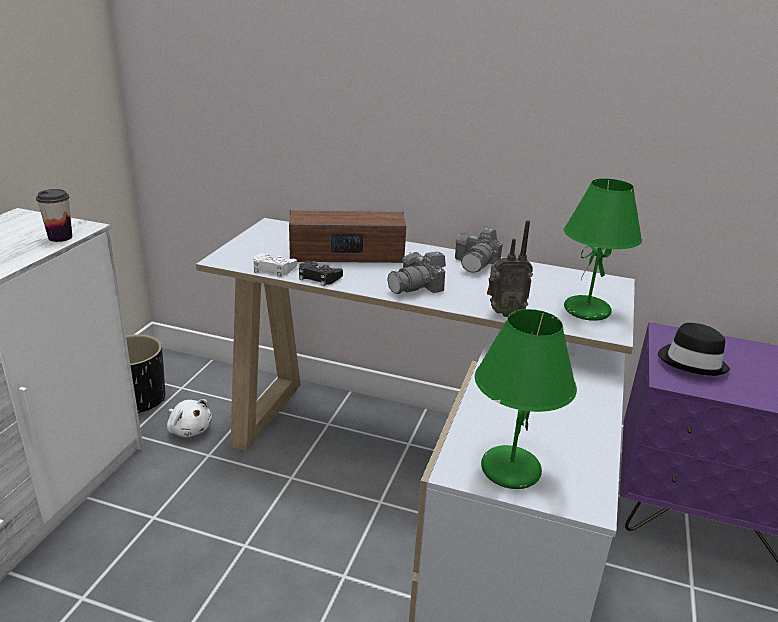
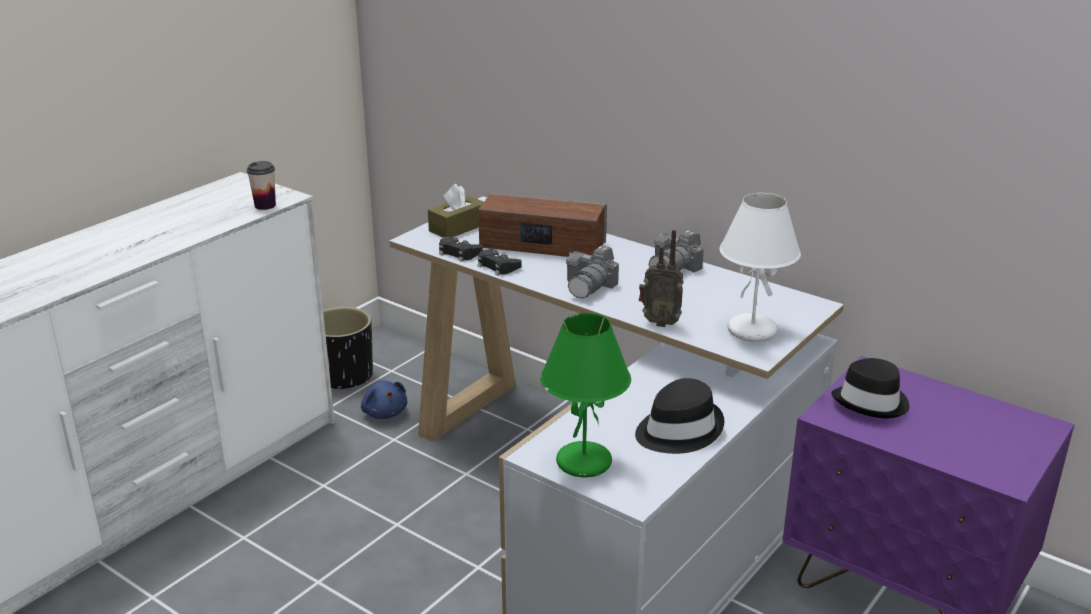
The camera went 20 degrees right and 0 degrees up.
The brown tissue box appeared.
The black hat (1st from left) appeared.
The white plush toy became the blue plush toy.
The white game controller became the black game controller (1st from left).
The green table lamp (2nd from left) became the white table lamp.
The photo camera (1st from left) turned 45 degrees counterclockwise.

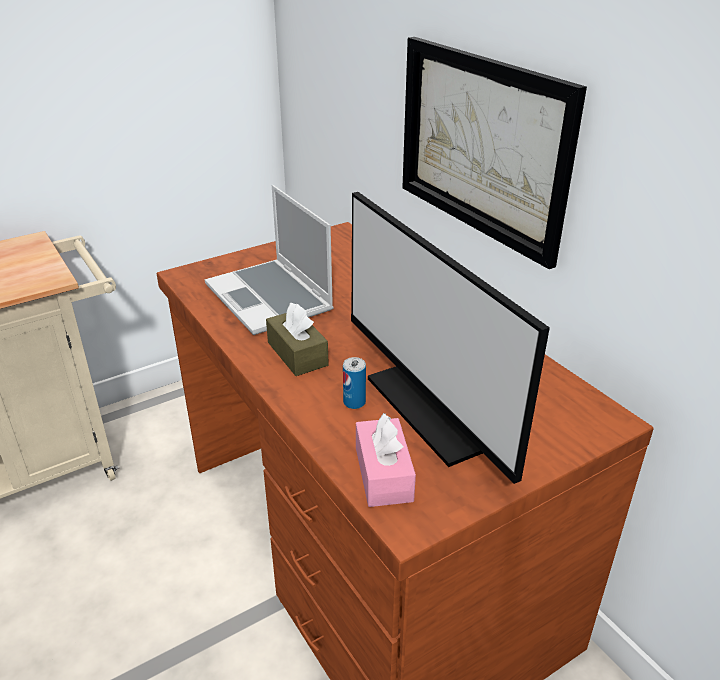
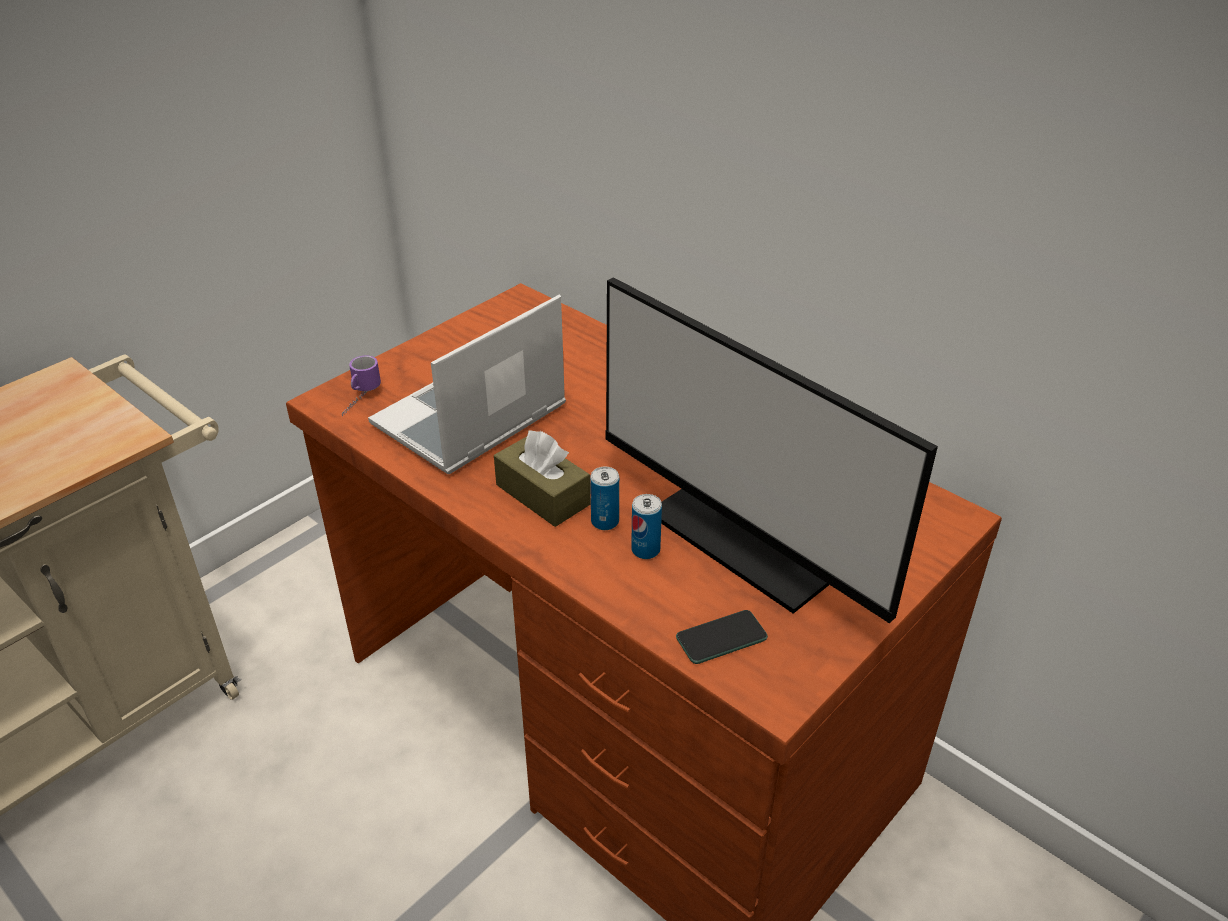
The camera went 15 degrees left and 5 degrees up.
The picture disappeared.
The mug appeared.
The can (1st from left) appeared.
The pink tissue box was replaced by the phone.
The laptop turned 90 degrees clockwise.

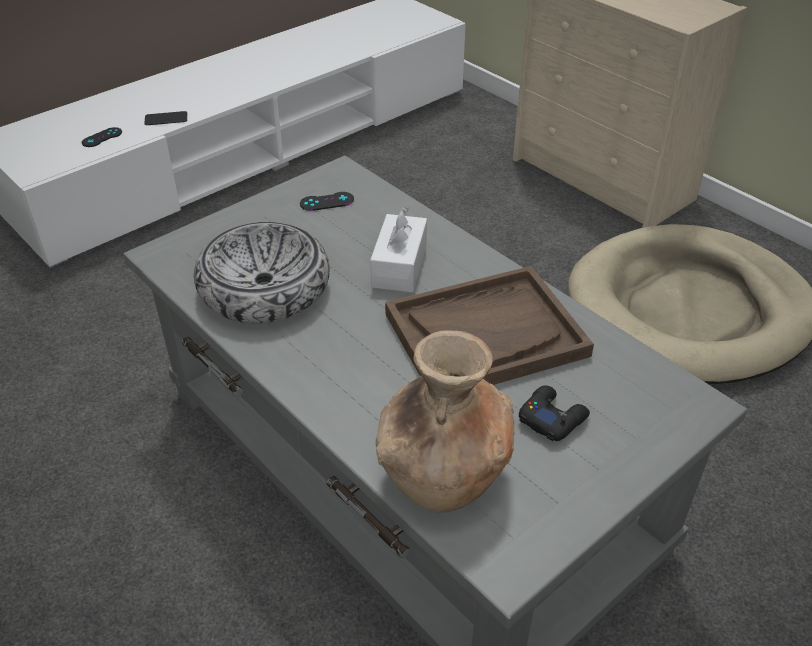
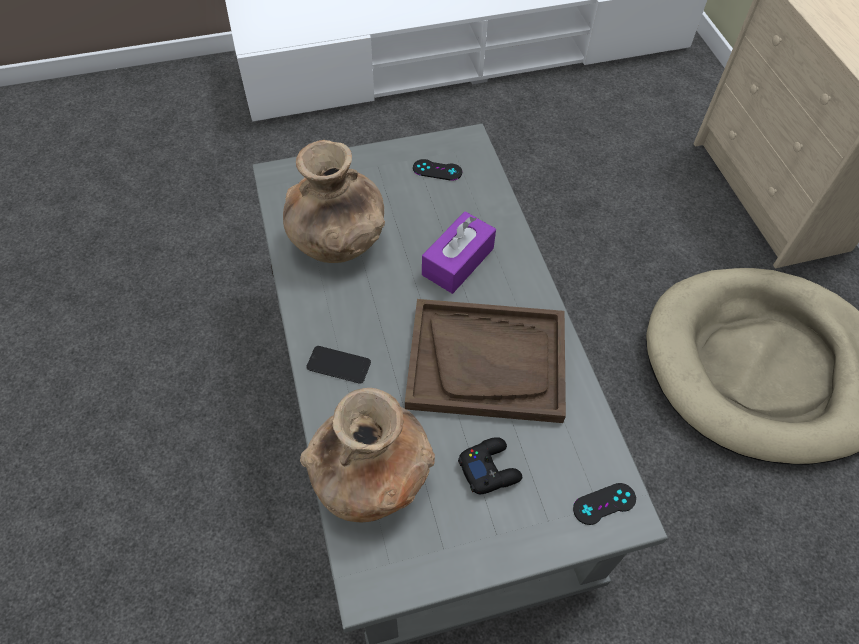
The camera went 25 degrees right and 15 degrees up.
The black game controller (1st from left in the first image) moved.
The phone moved.
The bowl was replaced by the brown vase (1st from left).
The white tissue box became the purple tissue box.

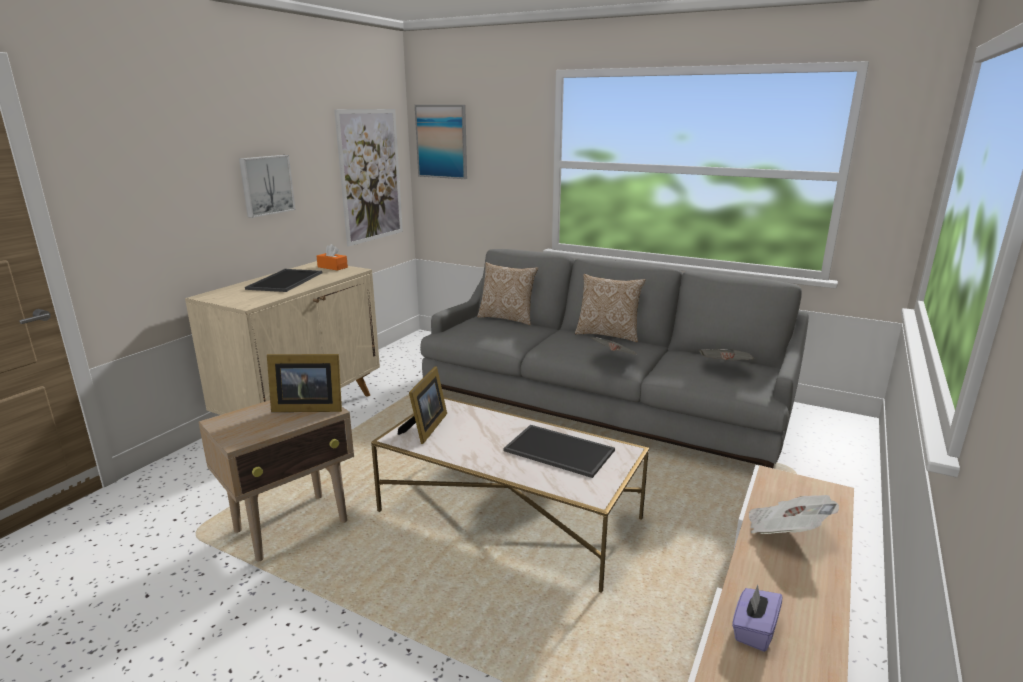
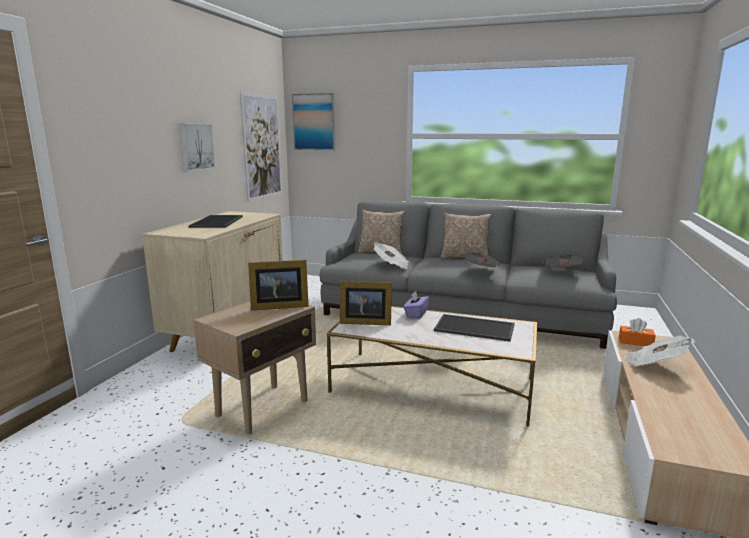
The camera went 10 degrees left and 5 degrees down.
The newspaper (1st from left) appeared.
The orange tissue box moved.
The purple tissue box moved.
The picture frame (2nd from left) turned 90 degrees clockwise.

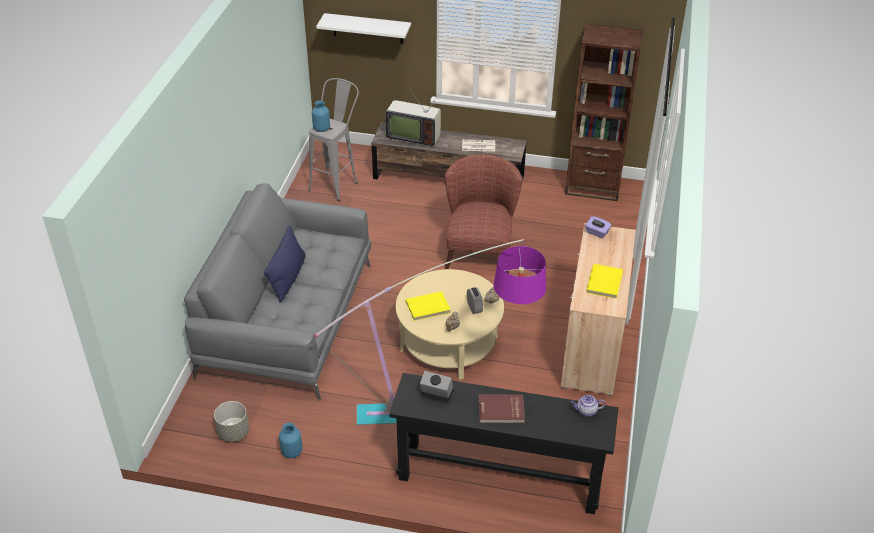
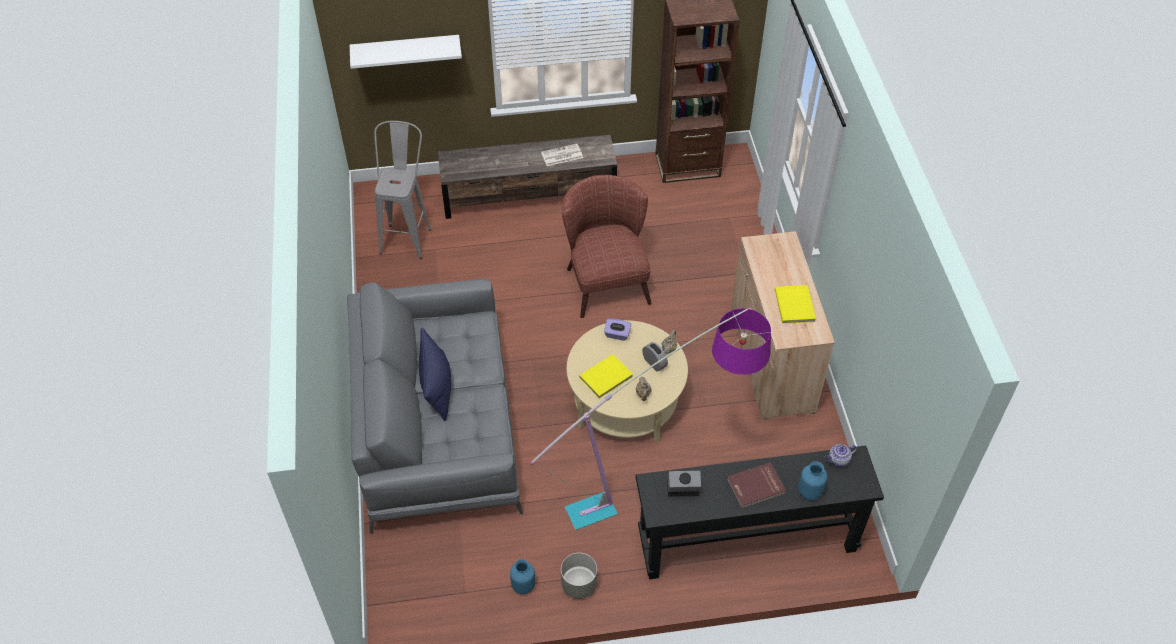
The camera went 20 degrees left and 10 degrees up.
The television disappeared.
The grey planter moved.
The blue vase (2nd from left) moved.
The purple tissue box moved.

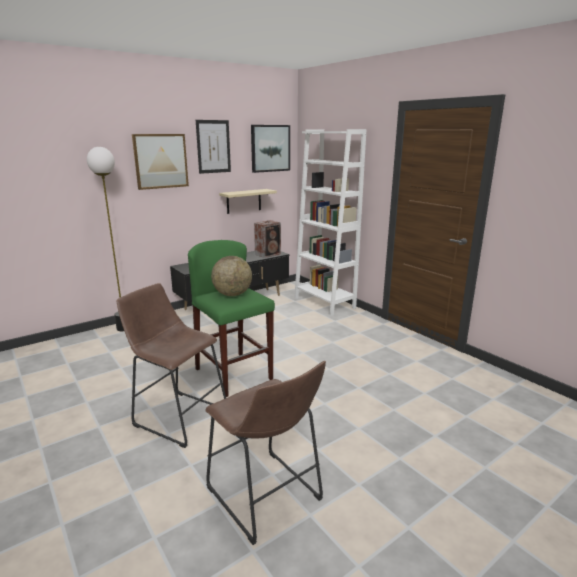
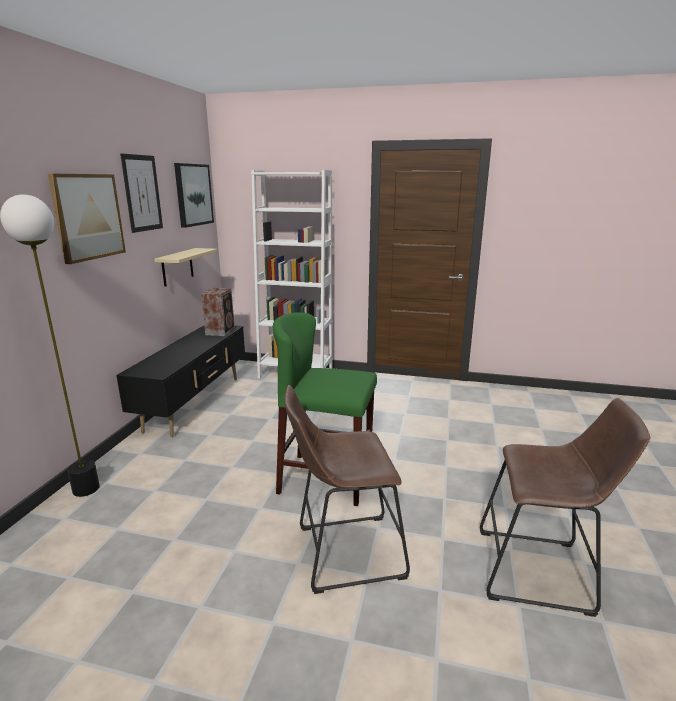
The camera went 40 degrees left and 0 degrees up.
The globe disappeared.

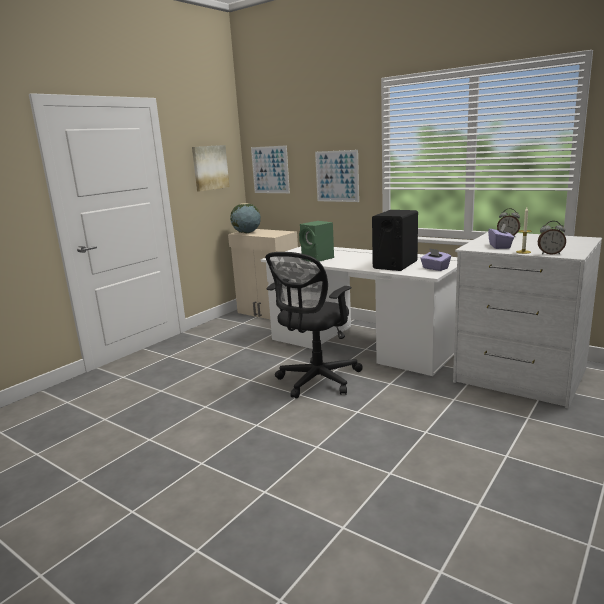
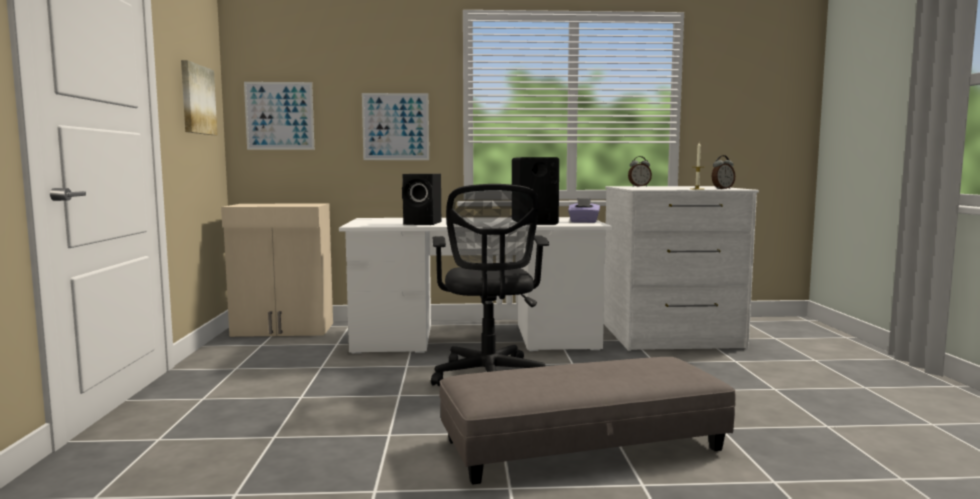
The camera went 40 degrees left and 10 degrees down.
The globe disappeared.
The purple tissue box (2nd from left) disappeared.
The grey ottoman appeared.
The green speaker became the black speaker (1st from left).

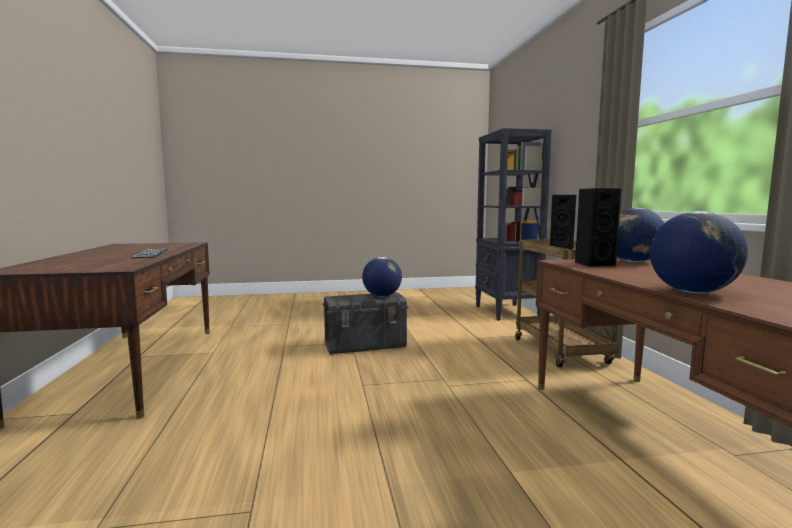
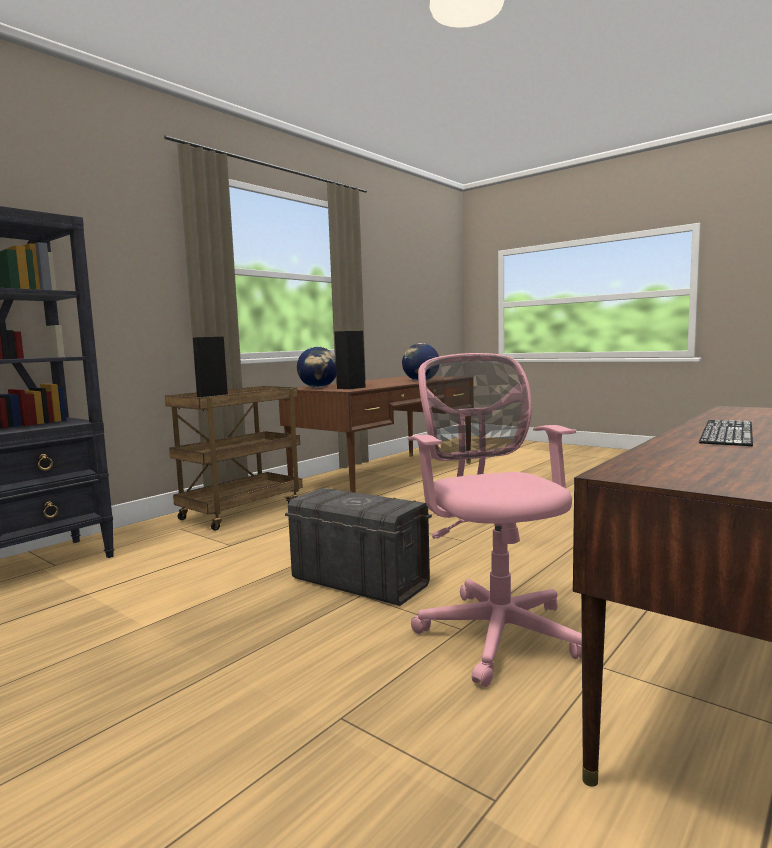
The camera went 130 degrees left and 0 degrees up.
The globe (1st from left) disappeared.
The pink office chair appeared.

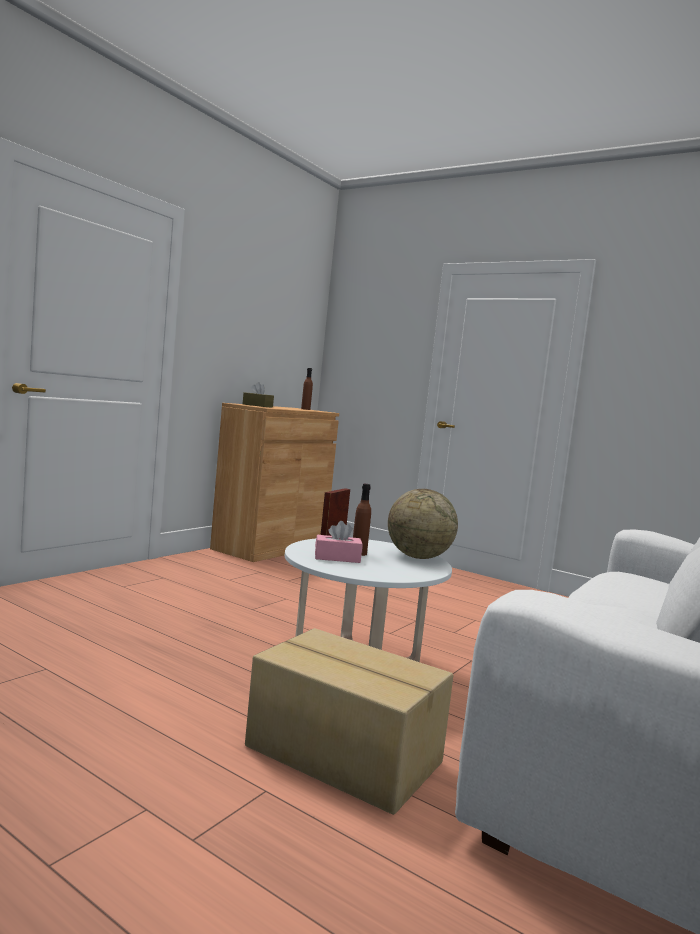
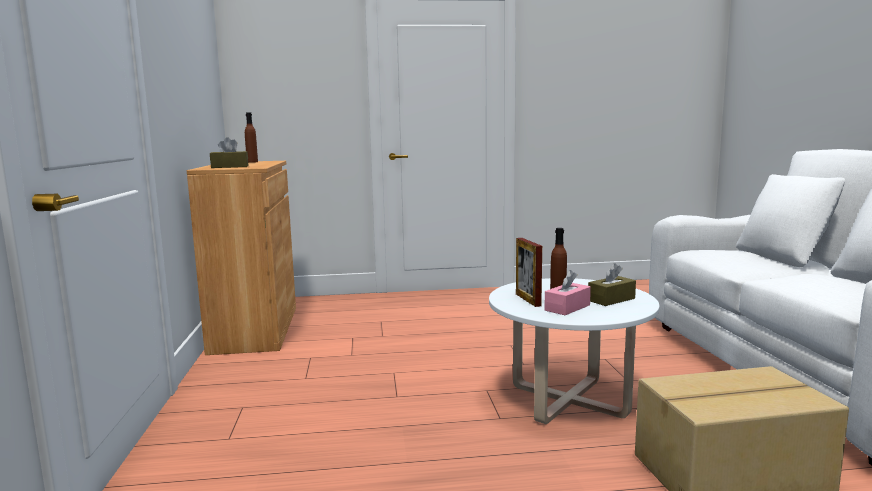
The camera went 40 degrees left and 5 degrees up.
The globe disappeared.
The brown tissue box (2nd from left) appeared.

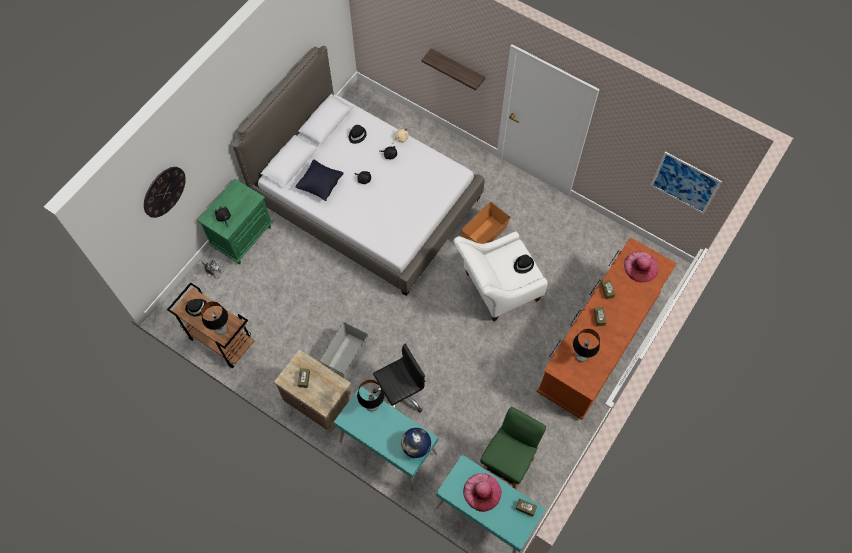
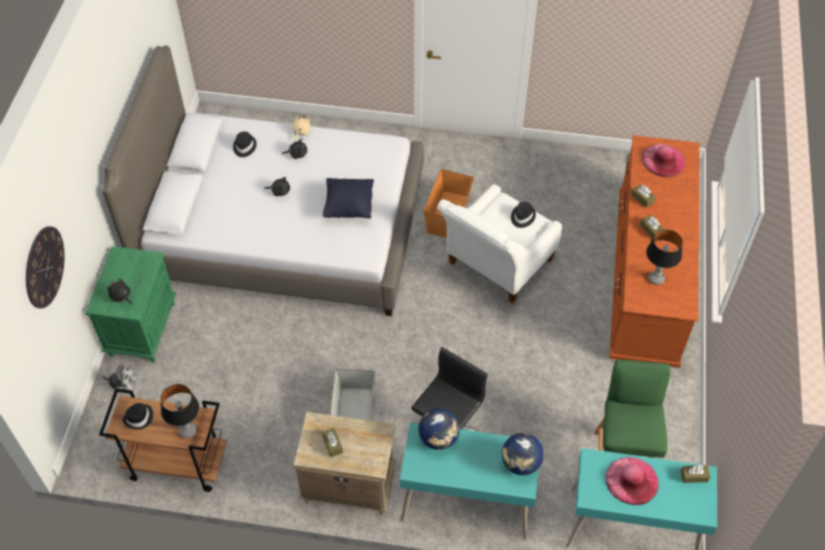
The camera went 25 degrees left and 10 degrees down.
The shelf disappeared.
The picture disappeared.
The black pillow moved.
The table lamp (2nd from left) was replaced by the globe (1st from left).

